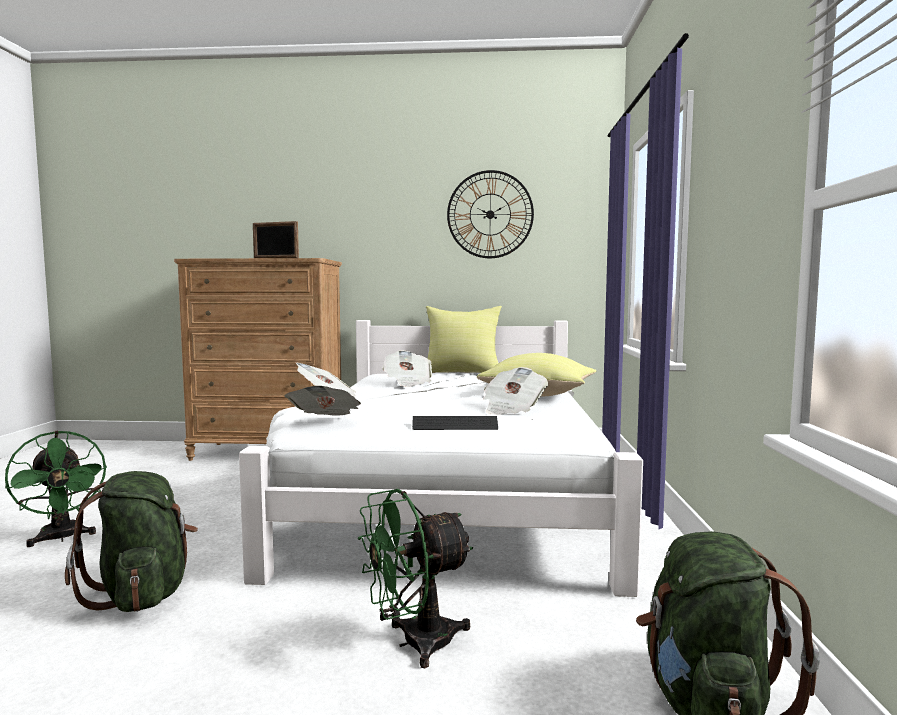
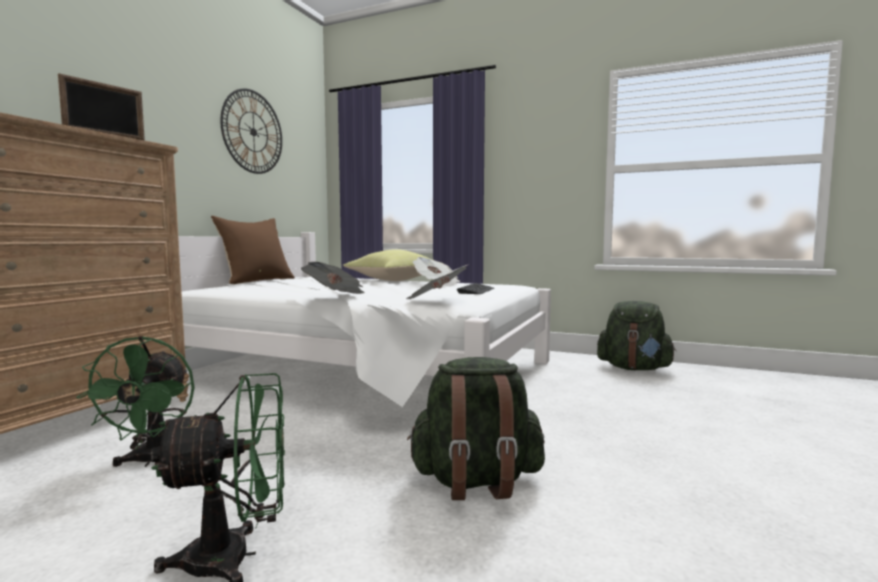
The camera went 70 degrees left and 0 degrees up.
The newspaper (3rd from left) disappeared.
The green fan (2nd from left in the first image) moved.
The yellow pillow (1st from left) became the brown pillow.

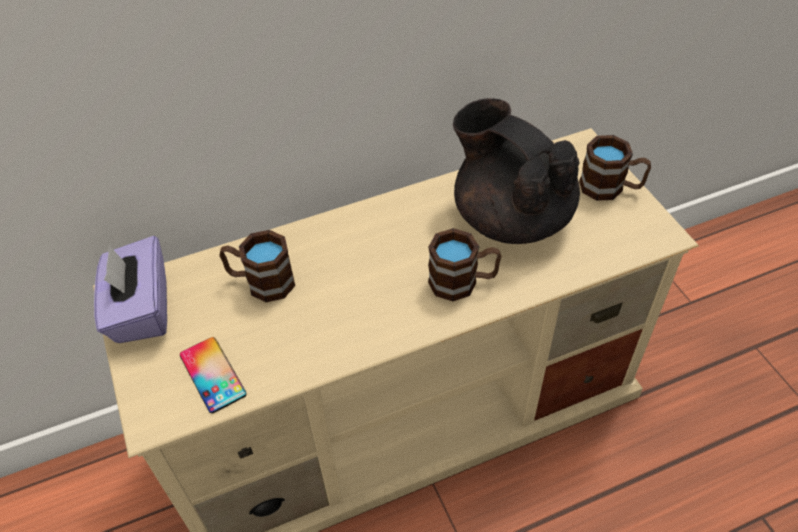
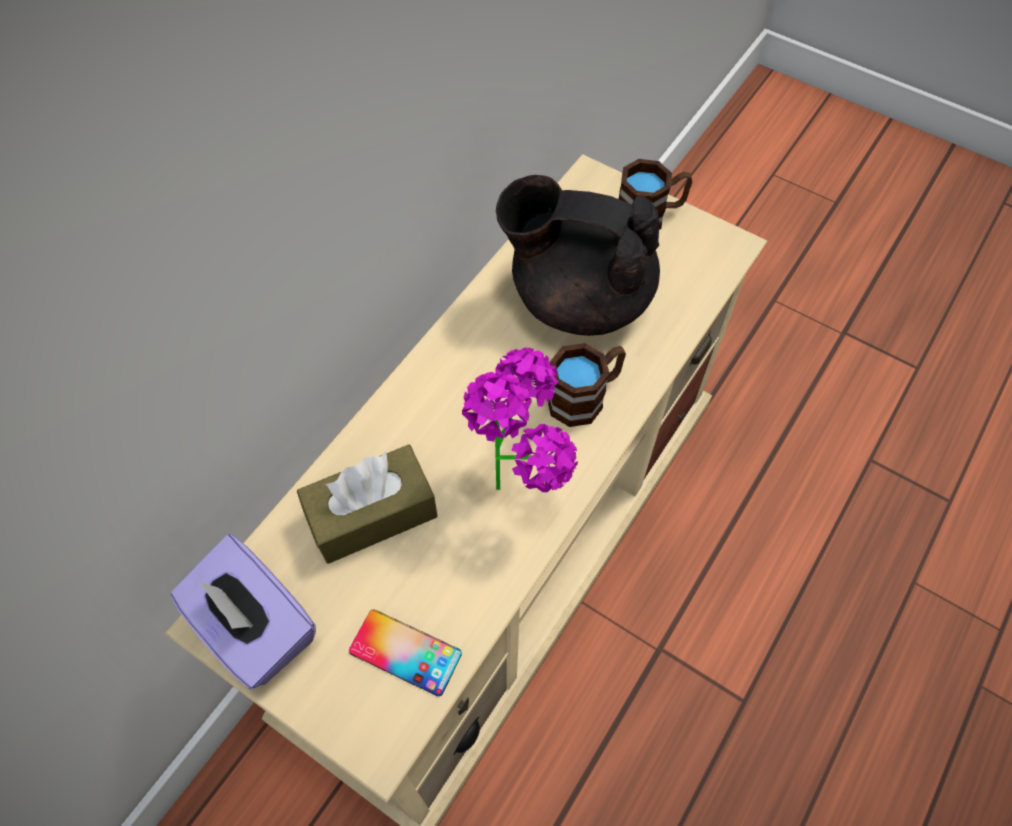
The camera went 35 degrees left and 10 degrees up.
The potted plant appeared.
The brown mug (1st from left) was replaced by the brown tissue box.

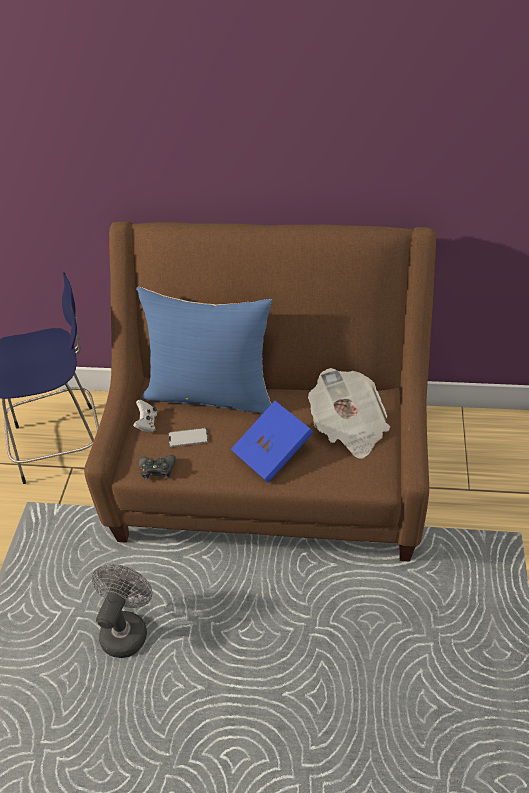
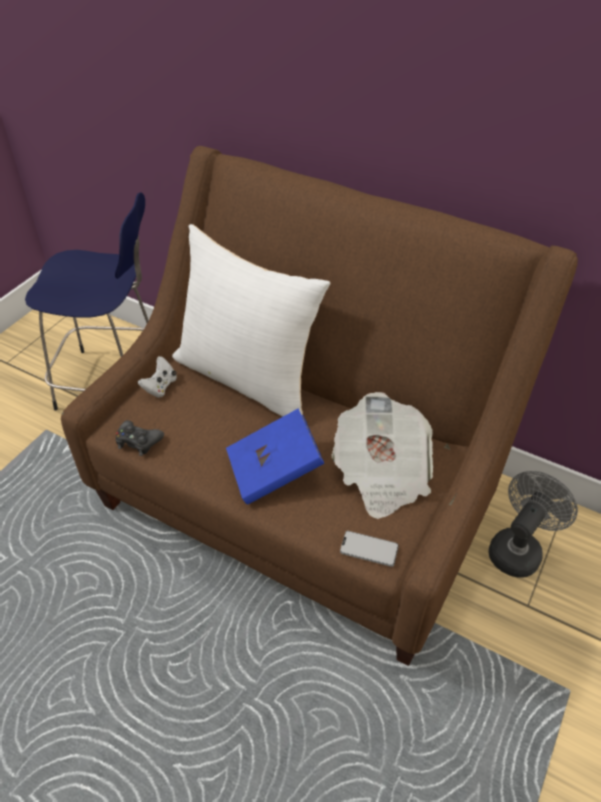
The camera went 20 degrees right and 0 degrees up.
The grey fan moved.
The phone moved.
The blue pillow became the white pillow.

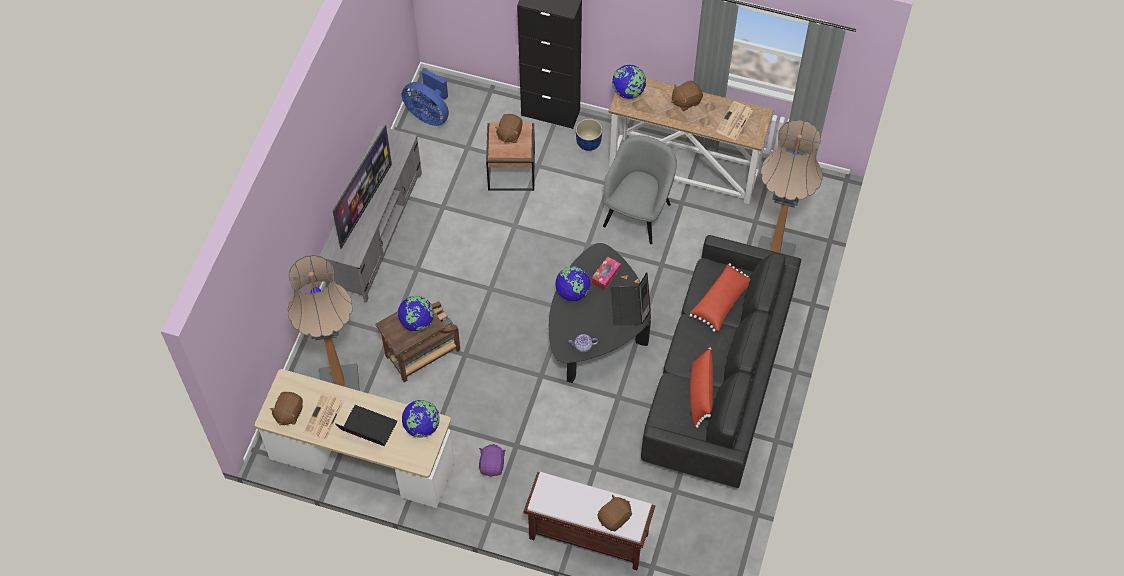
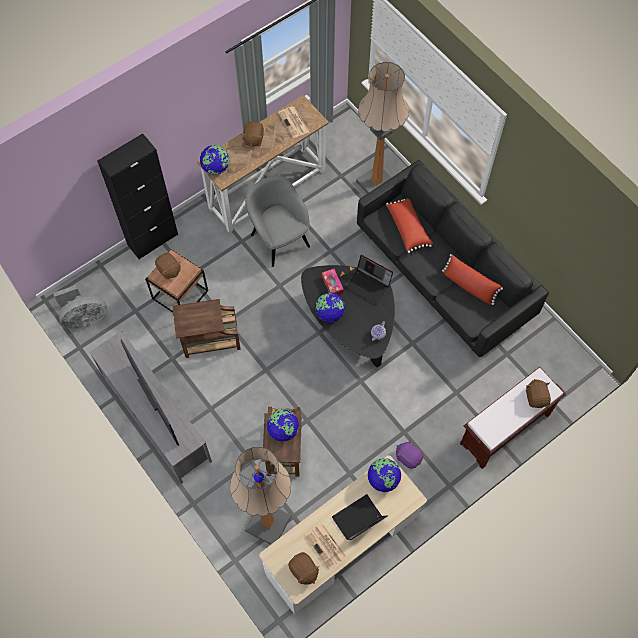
The camera went 55 degrees left and 5 degrees up.
The blue planter disappeared.
The brown side table (2nd from left) appeared.
The blue fan became the grey fan.

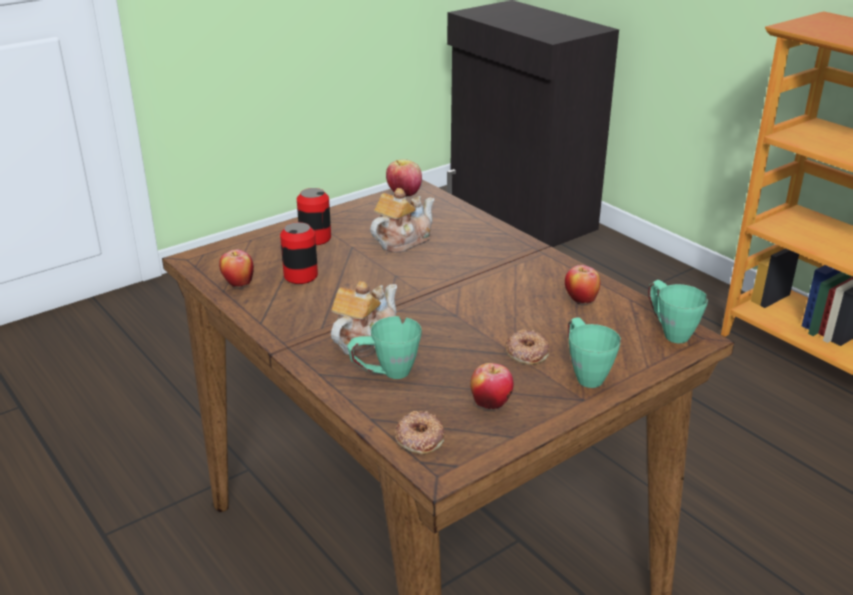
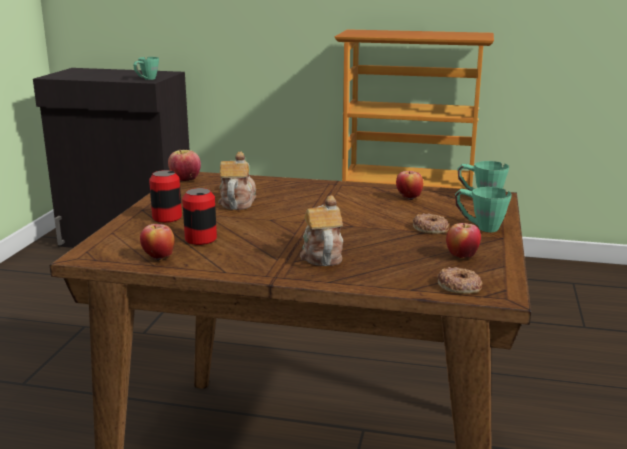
The camera went 40 degrees left and 10 degrees down.
The green mug (1st from left) moved.

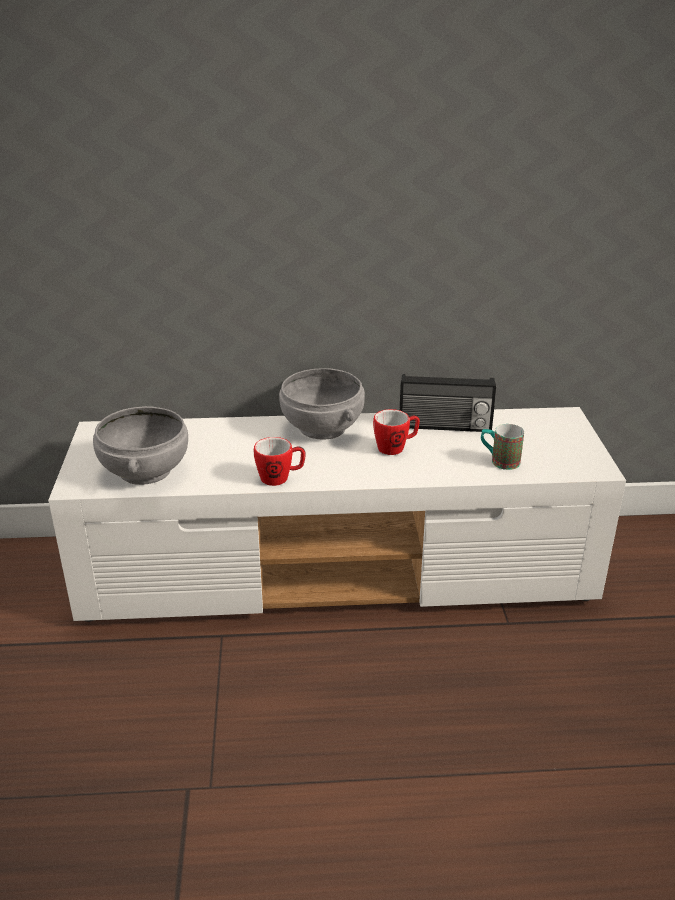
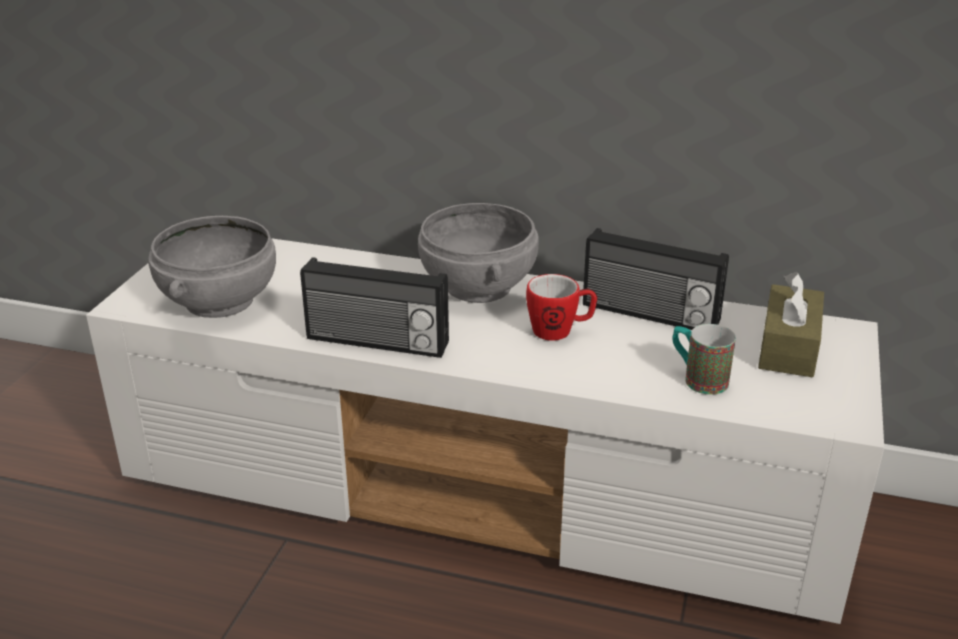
The camera went 20 degrees right and 0 degrees up.
The brown tissue box appeared.
The mug (1st from left) was replaced by the radio (1st from left).

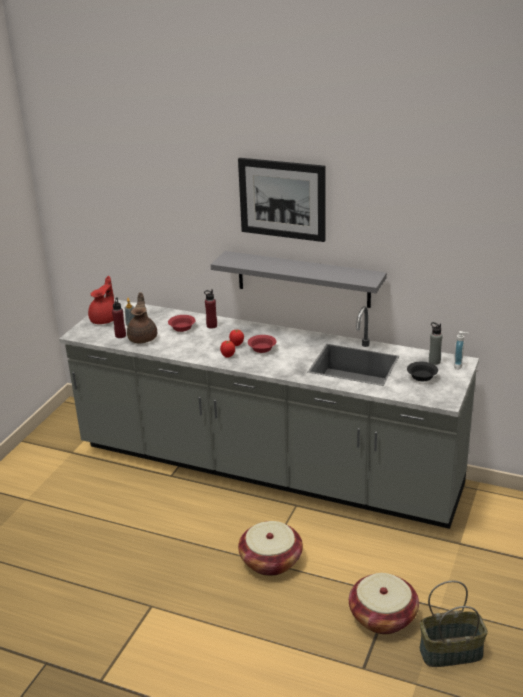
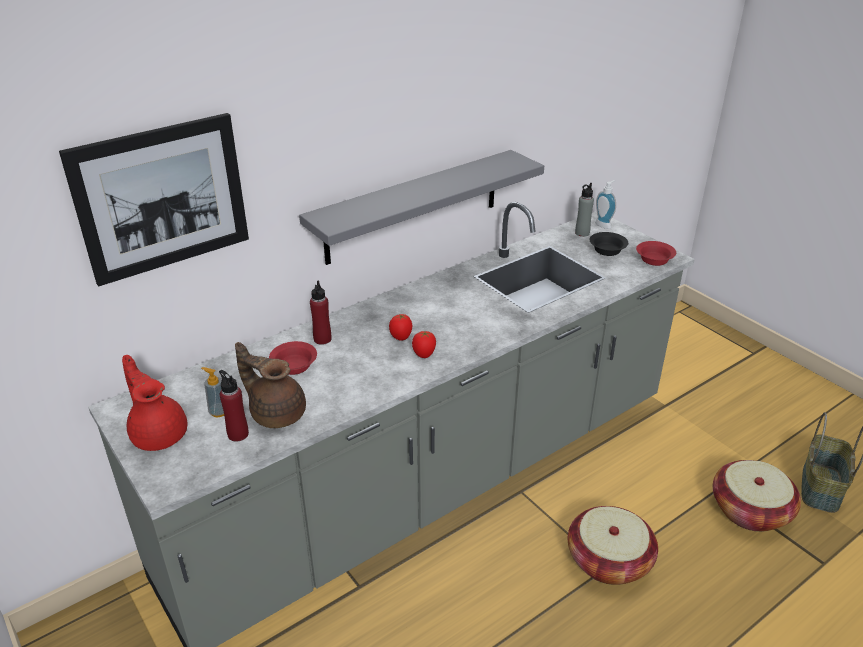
The camera went 60 degrees left and 5 degrees up.
The picture moved.
The red bowl (2nd from left) moved.

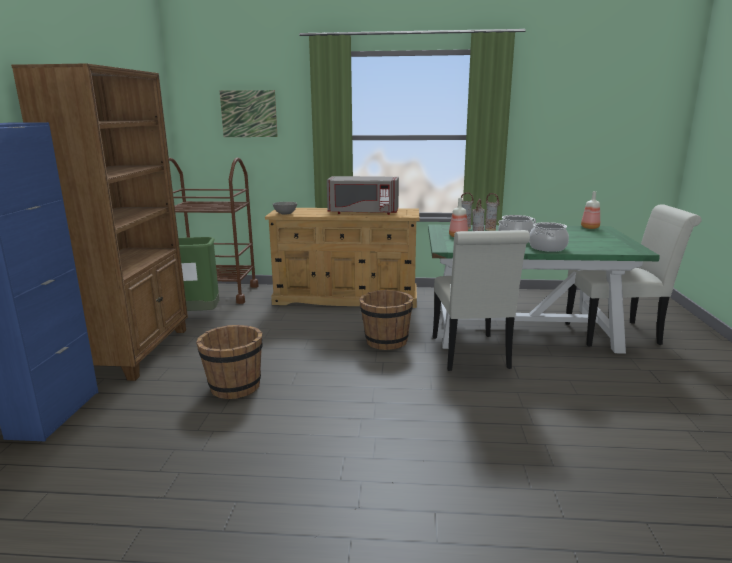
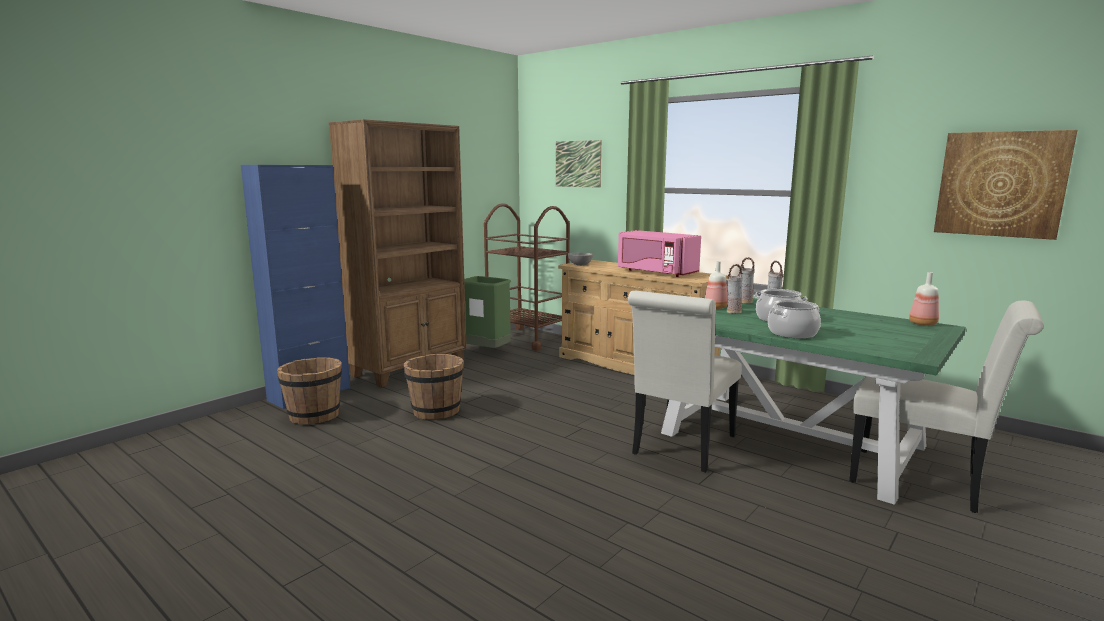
The camera went 35 degrees right and 5 degrees down.
The picture (2nd from left) appeared.
The brown bucket (2nd from left in the first image) moved.
The grey microwave became the pink microwave.

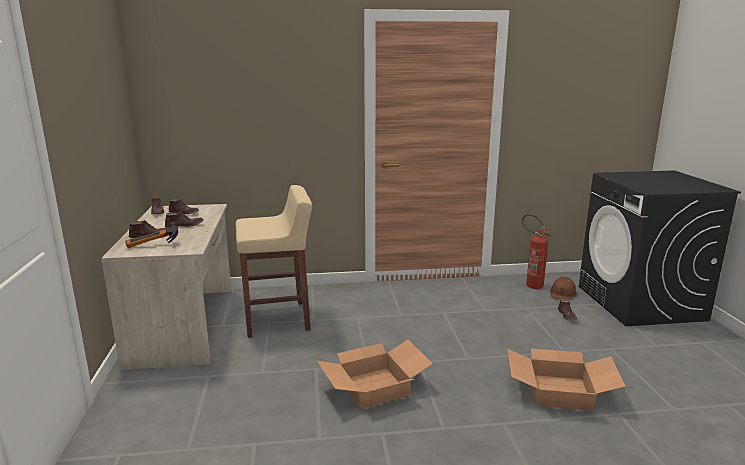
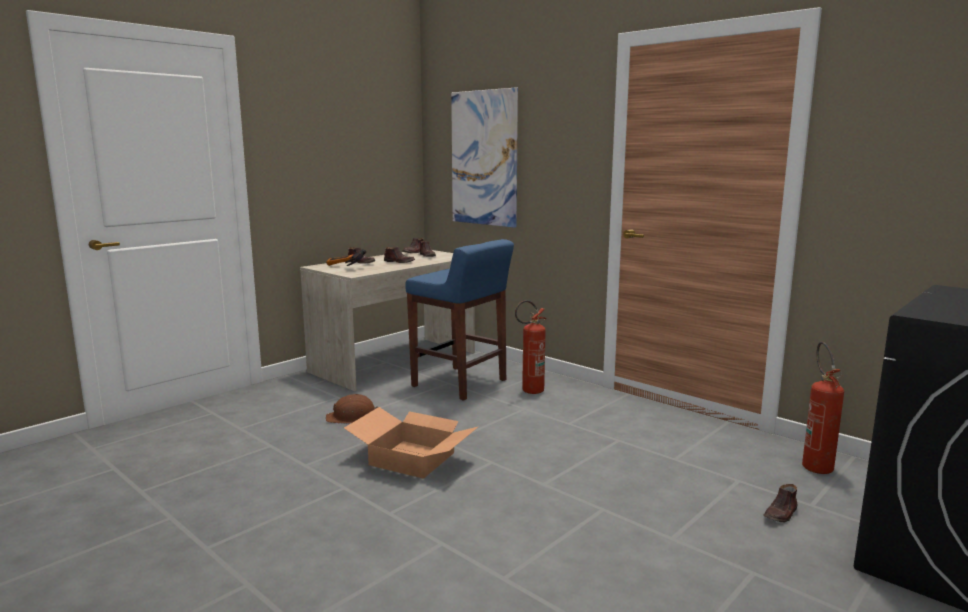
The camera went 50 degrees right and 5 degrees down.
The cardboard box (2nd from left) disappeared.
The picture appeared.
The fire extinguisher (1st from left) appeared.
The brown hard hat moved.
The beige stool became the blue stool.

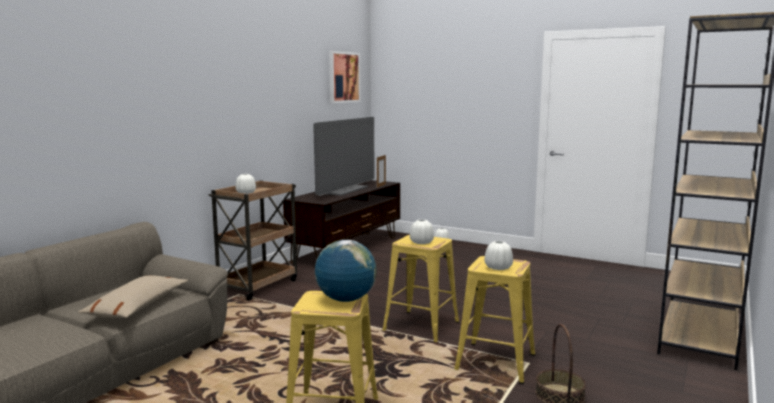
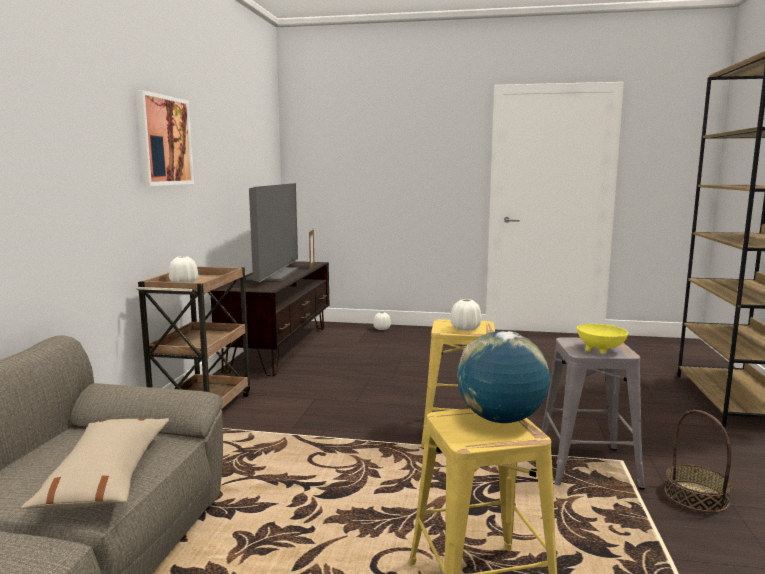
The camera went 20 degrees left and 0 degrees up.
The picture moved.
The white vase (4th from left) was replaced by the yellow bowl.
The yellow stool (3rd from left) became the grey stool.

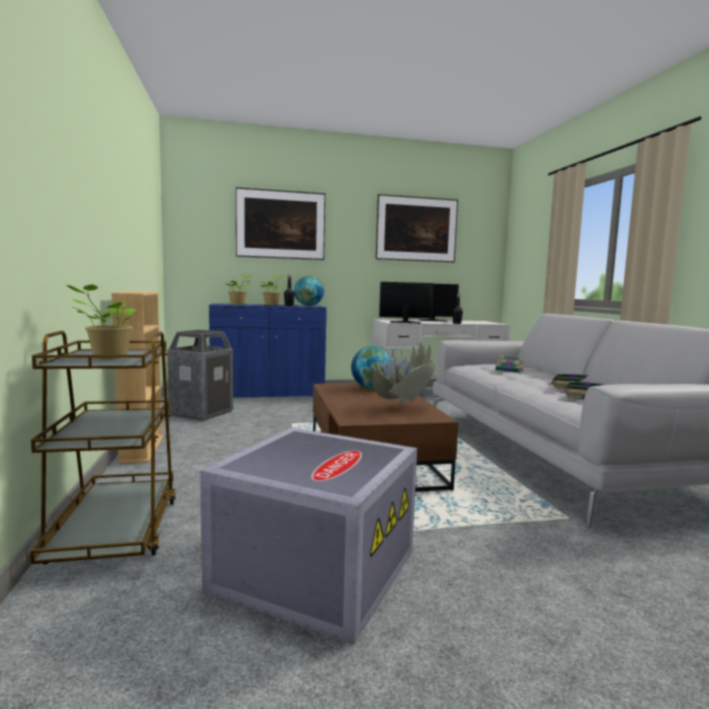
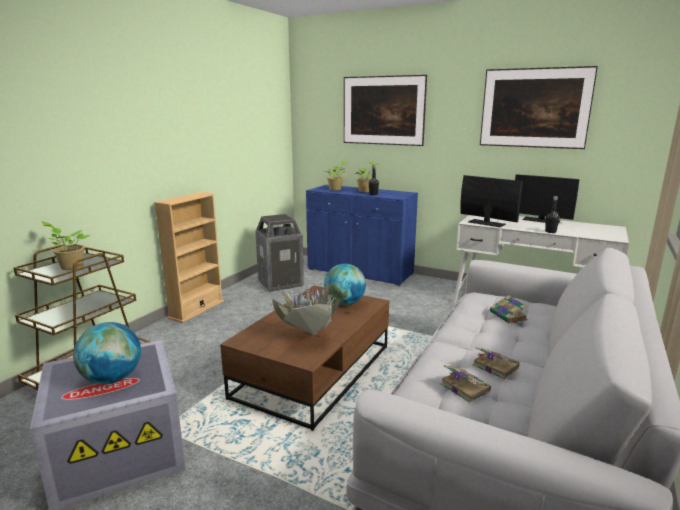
The camera went 40 degrees right and 10 degrees up.
The globe (1st from left) moved.

